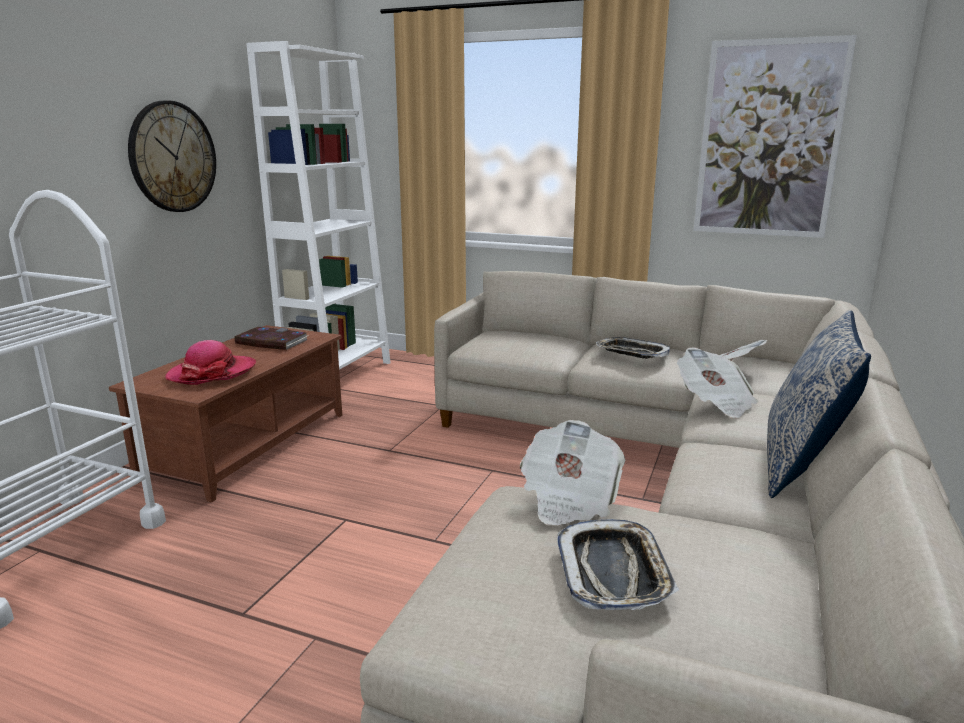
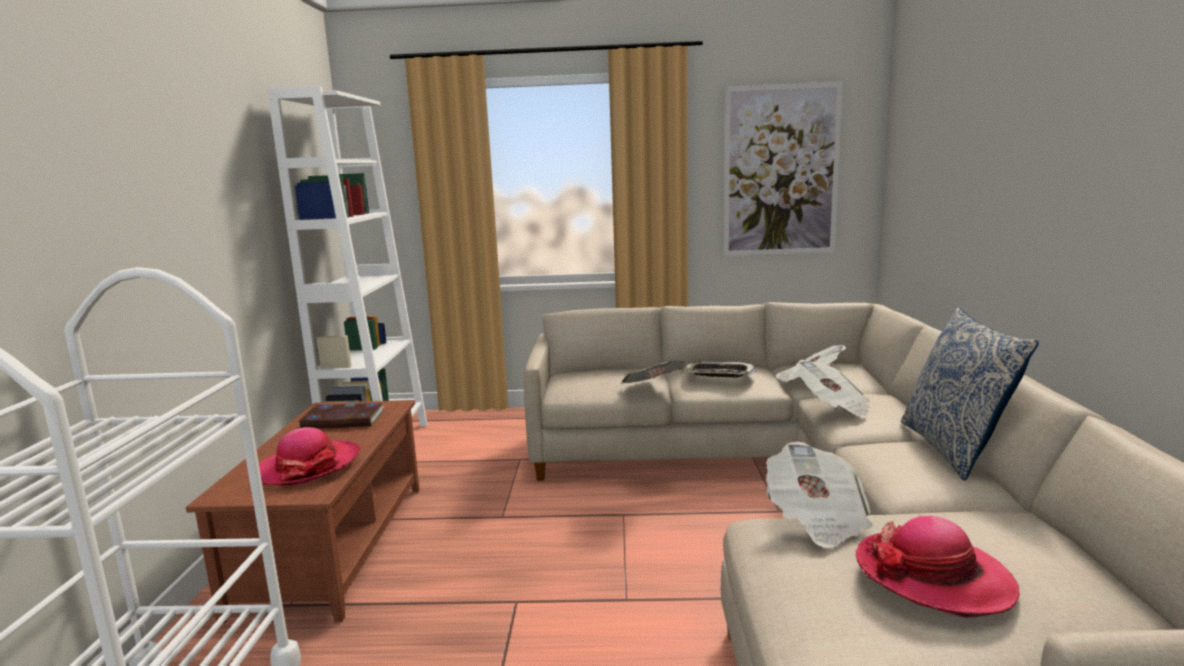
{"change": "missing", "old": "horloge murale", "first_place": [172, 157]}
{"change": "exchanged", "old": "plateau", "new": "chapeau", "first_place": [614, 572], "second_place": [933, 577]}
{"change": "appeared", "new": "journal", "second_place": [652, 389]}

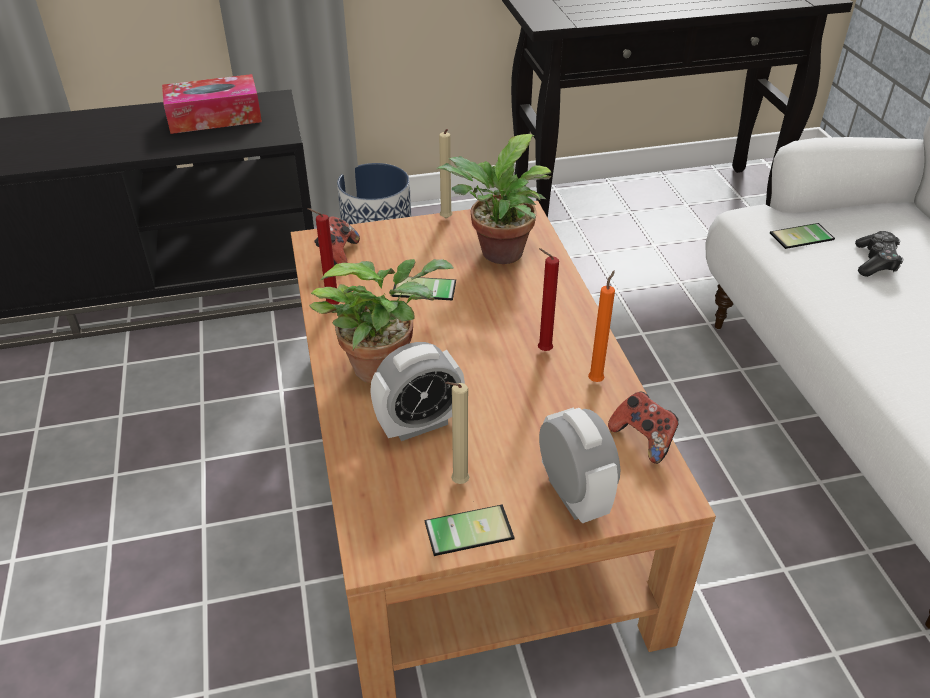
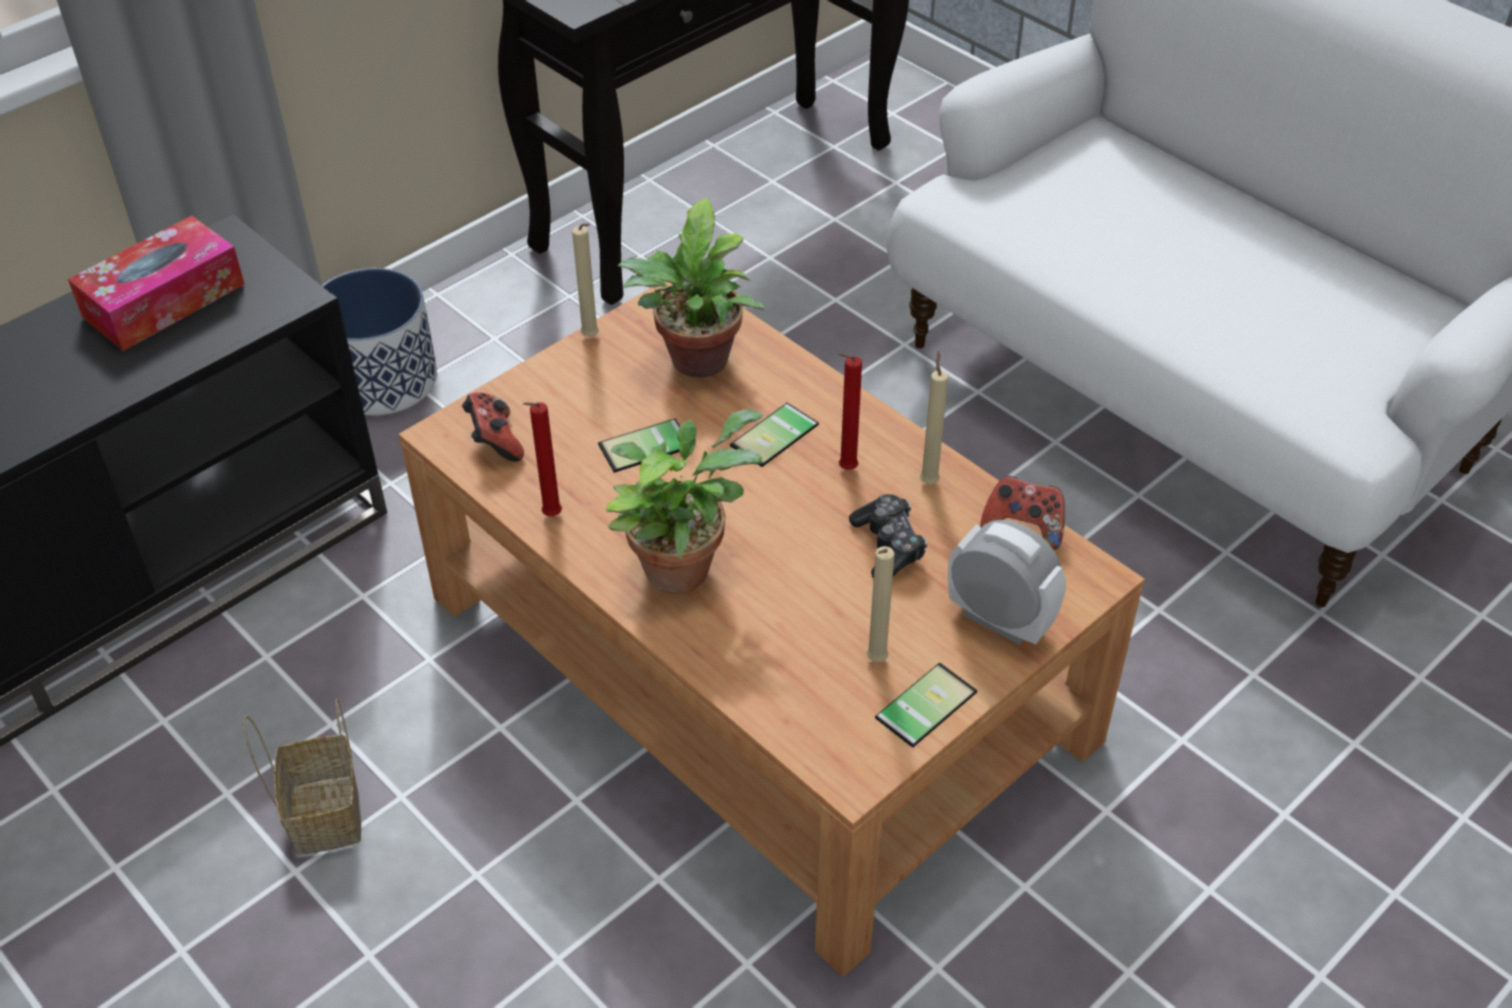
{"change": "missing", "old": "réveil", "first_place": [419, 424]}
{"change": "colour", "old": "bougie [orange]", "new": "bougie [beige]", "first_place": [596, 380], "second_place": [929, 480]}
{"change": "relocated", "old": "téléphone", "first_place": [803, 238], "second_place": [778, 437]}
{"change": "relocated", "old": "manette", "first_place": [875, 262], "second_place": [888, 546]}
{"change": "appeared", "new": "panier", "second_place": [323, 812]}

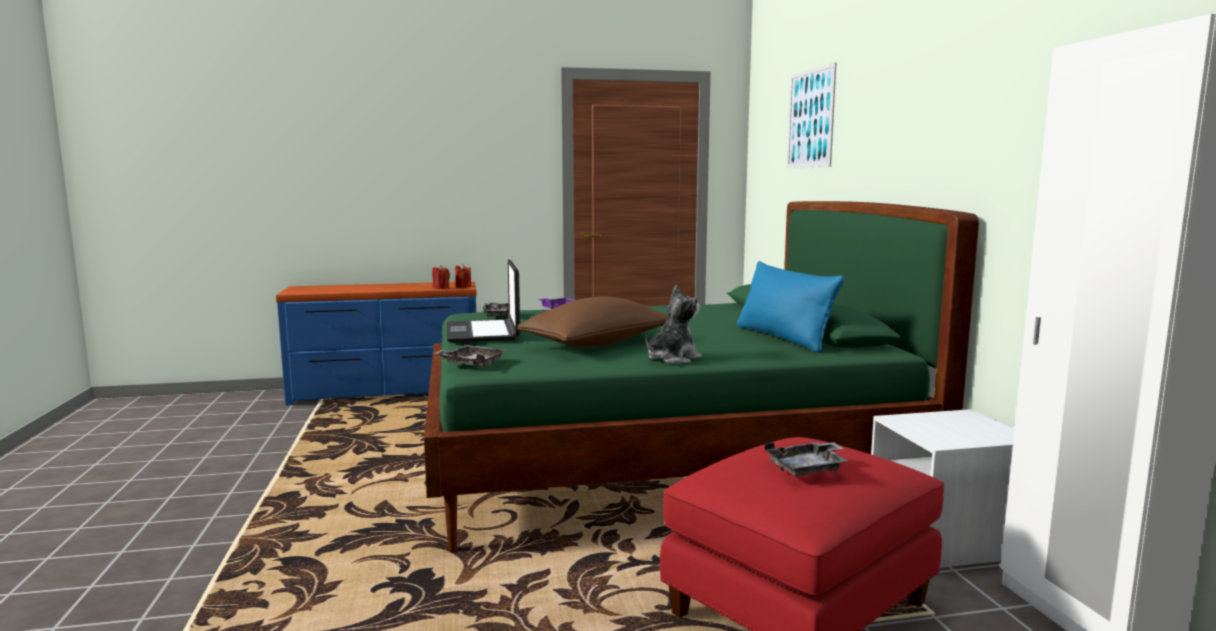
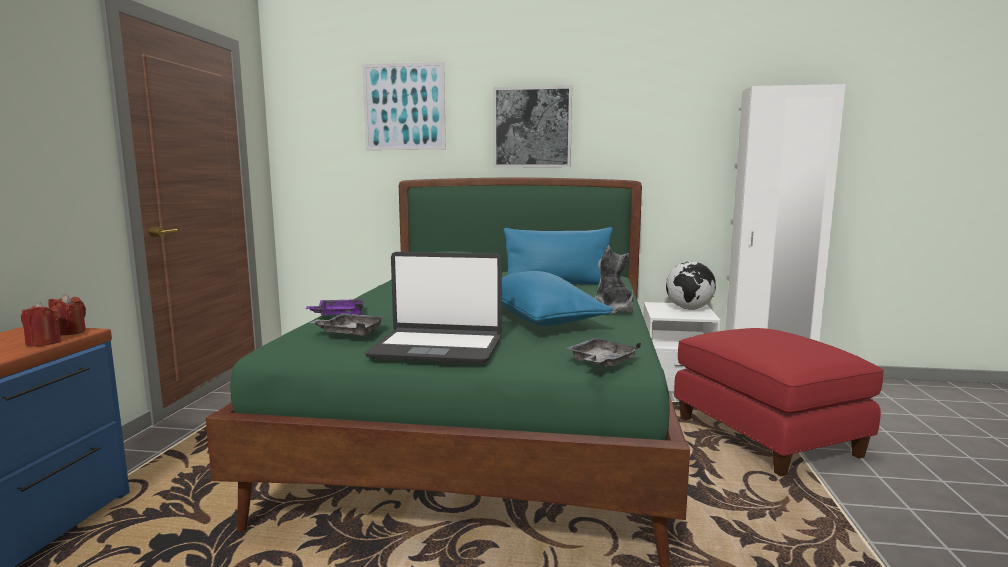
{"change": "colour", "old": "coussin [marron]", "new": "coussin [bleu]", "first_place": [598, 344], "second_place": [539, 320]}
{"change": "missing", "old": "plateau [gris]", "first_place": [808, 468]}
{"change": "appeared", "new": "tableau", "second_place": [532, 127]}
{"change": "appeared", "new": "globe", "second_place": [689, 309]}

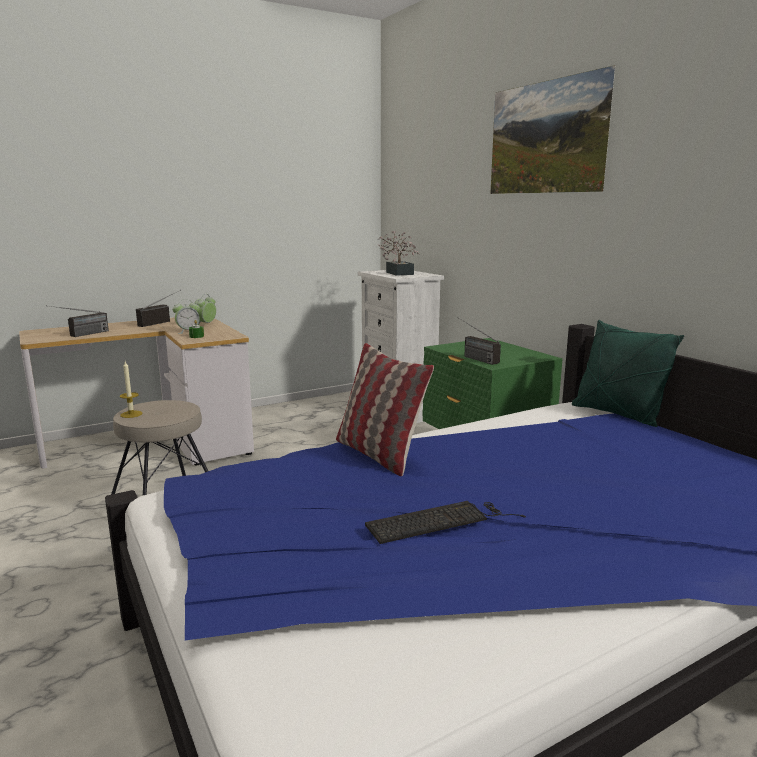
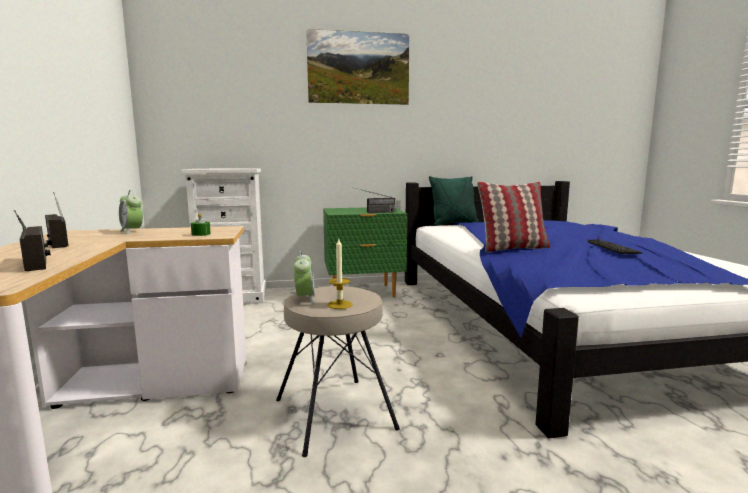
{"change": "relocated", "old": "réveil", "first_place": [188, 331], "second_place": [304, 298]}
{"change": "missing", "old": "plante en pot", "first_place": [398, 273]}

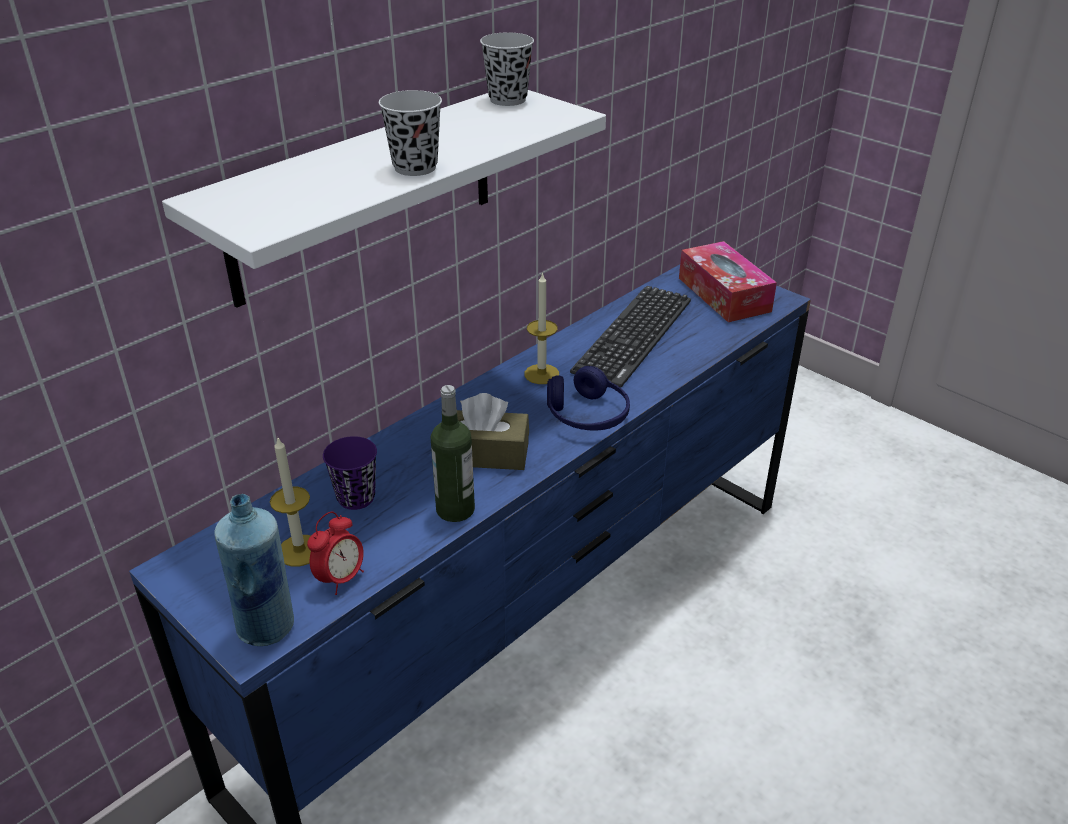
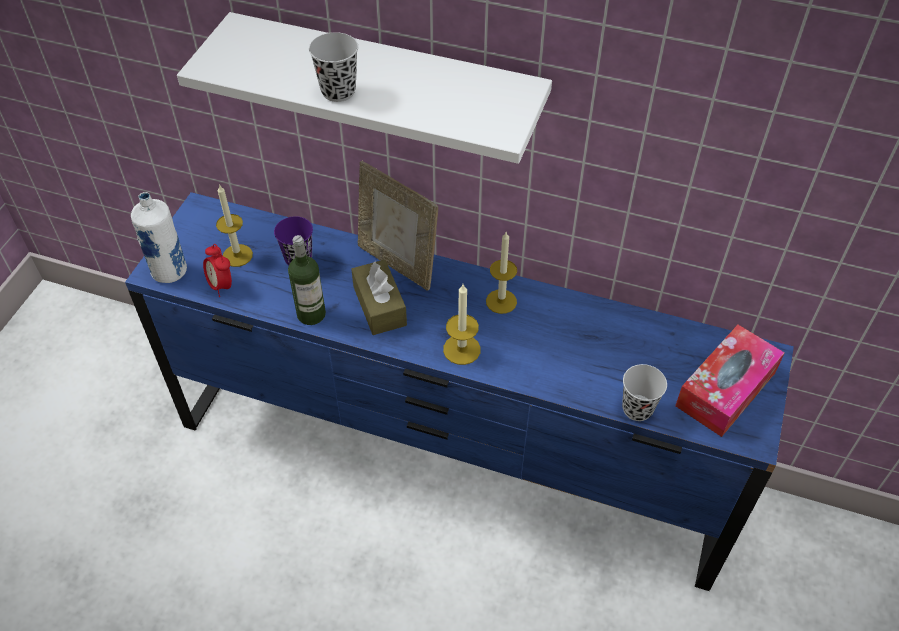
{"change": "colour", "old": "bouteille [bleu]", "new": "bouteille [blanc]", "first_place": [267, 627], "second_place": [170, 272]}
{"change": "spun", "old": "réveil", "first_place": [340, 578], "second_place": [221, 286], "degrees": 45}
{"change": "relocated", "old": "tasse [noir]", "first_place": [508, 99], "second_place": [637, 409]}
{"change": "exchanged", "old": "casque audio [bleu]", "new": "bougie", "first_place": [587, 415], "second_place": [461, 349]}
{"change": "missing", "old": "clavier", "first_place": [633, 336]}
{"change": "appeared", "new": "cadre photo", "second_place": [398, 263]}

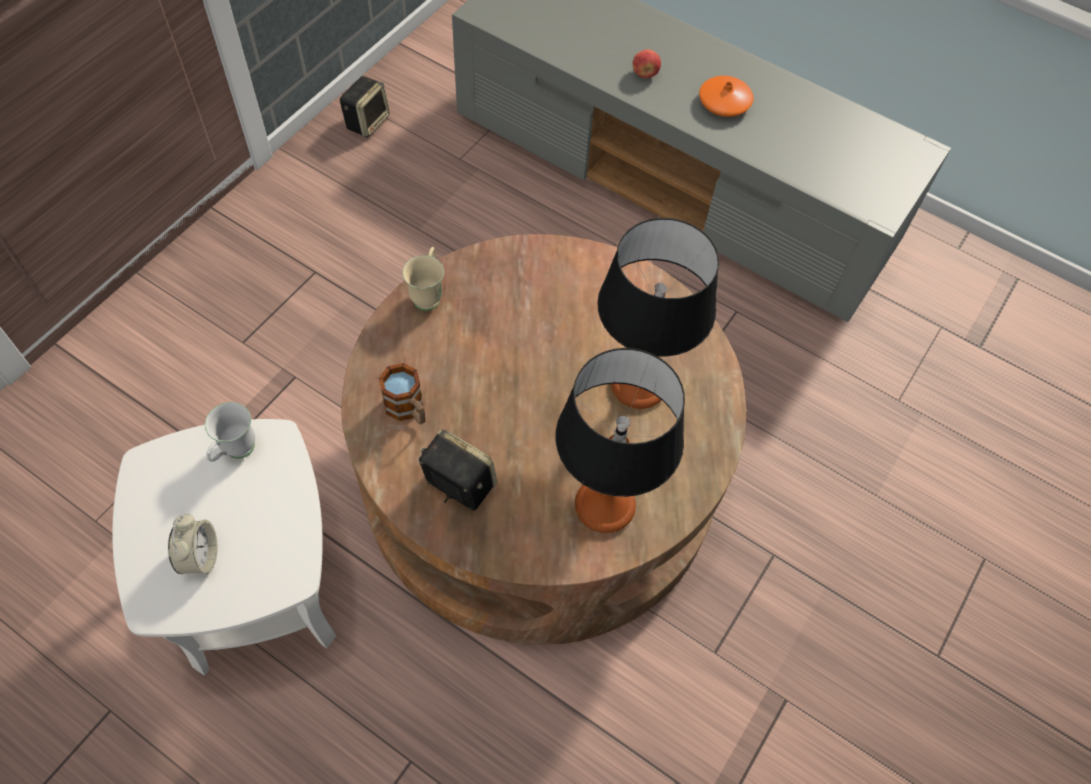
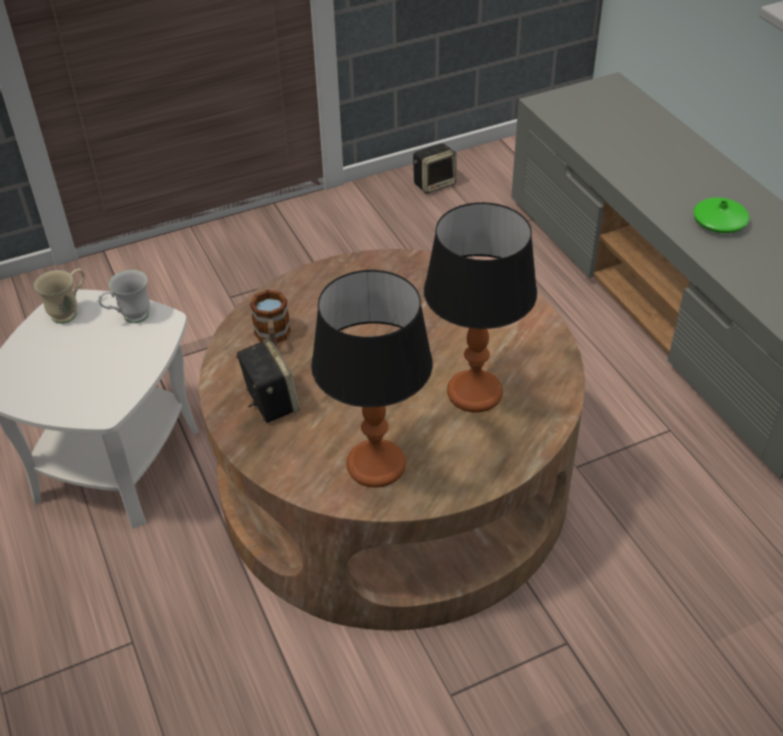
{"change": "missing", "old": "réveil", "first_place": [200, 557]}
{"change": "relocated", "old": "mug [beige]", "first_place": [428, 294], "second_place": [70, 312]}
{"change": "missing", "old": "pomme", "first_place": [645, 74]}
{"change": "colour", "old": "vase [orange]", "new": "vase [vert]", "first_place": [724, 103], "second_place": [719, 222]}

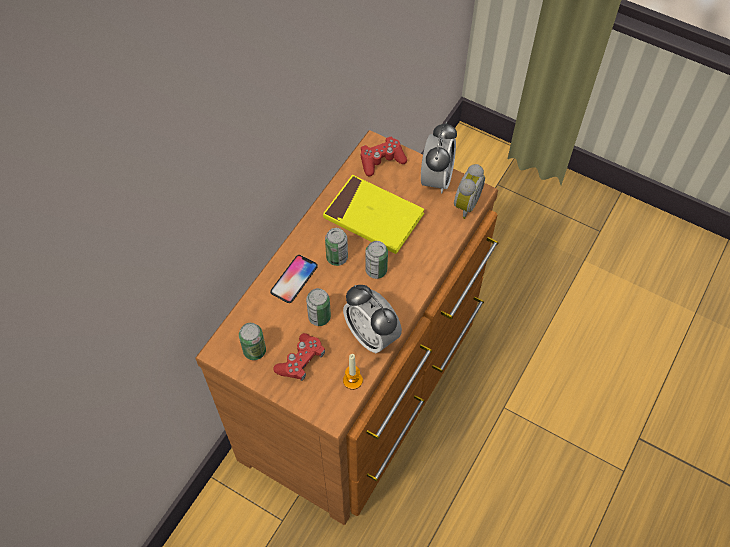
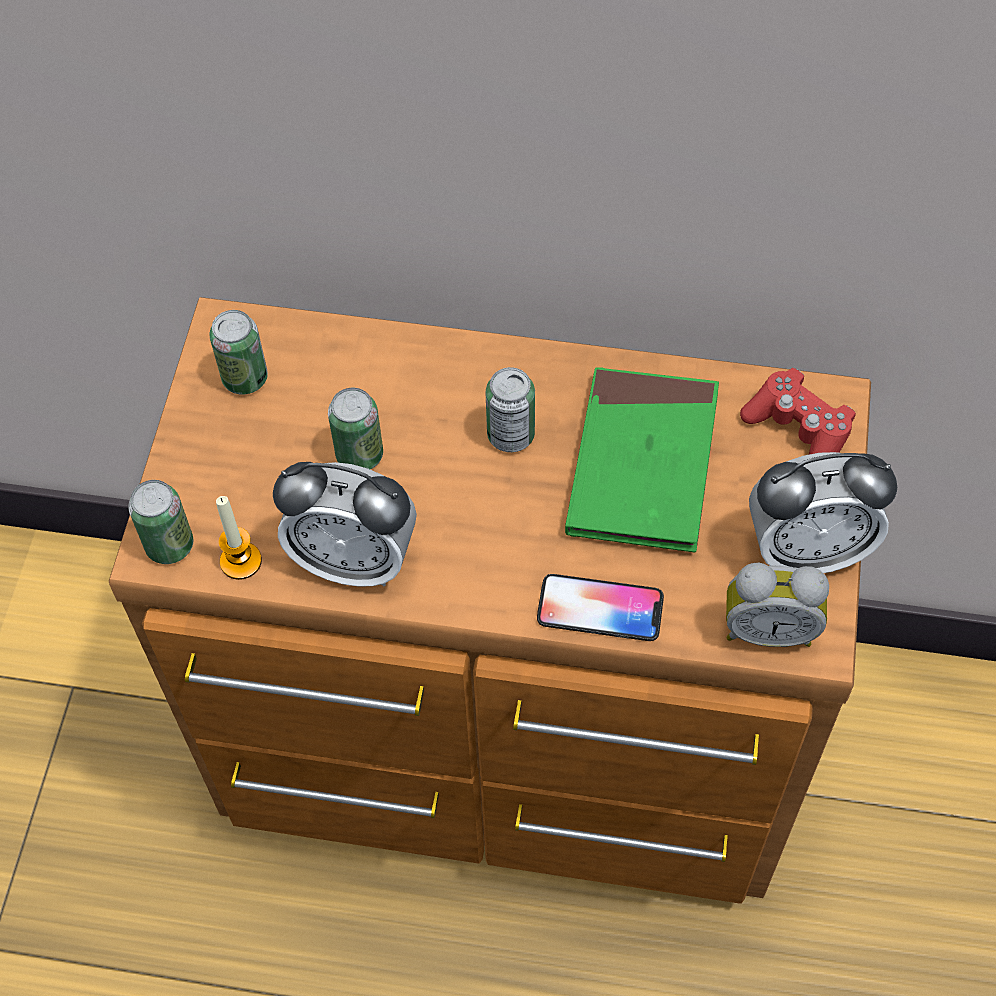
{"change": "relocated", "old": "téléphone", "first_place": [294, 279], "second_place": [600, 609]}
{"change": "missing", "old": "manette [rouge]", "first_place": [301, 361]}
{"change": "colour", "old": "livre [jaune]", "new": "livre [vert]", "first_place": [373, 217], "second_place": [643, 464]}
{"change": "spun", "old": "réveil", "first_place": [372, 336], "second_place": [354, 560], "degrees": -105}
{"change": "relocated", "old": "boîte métallique", "first_place": [376, 270], "second_place": [169, 545]}

